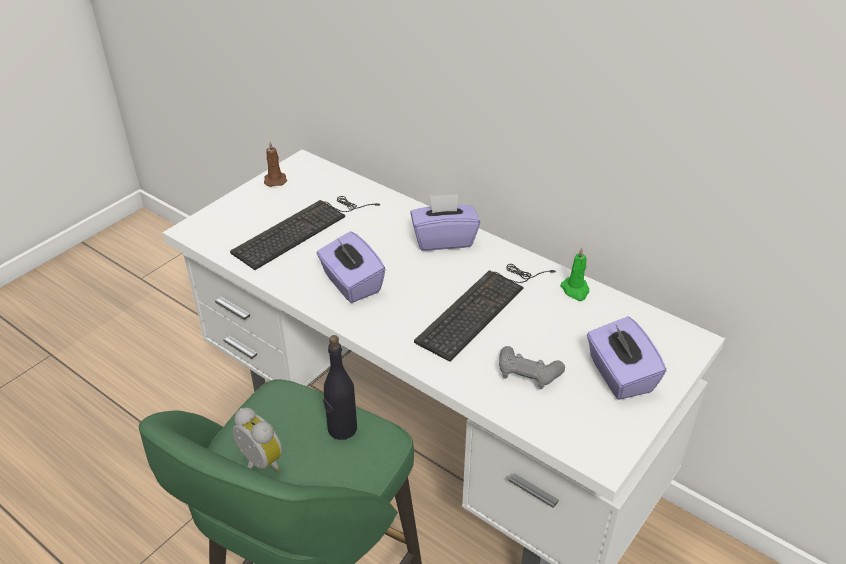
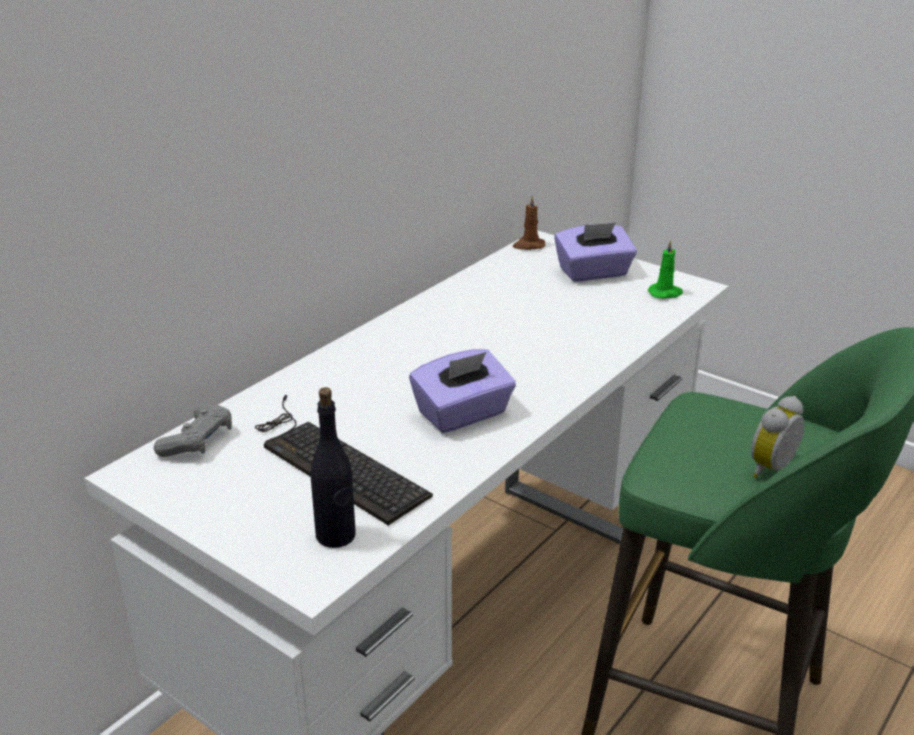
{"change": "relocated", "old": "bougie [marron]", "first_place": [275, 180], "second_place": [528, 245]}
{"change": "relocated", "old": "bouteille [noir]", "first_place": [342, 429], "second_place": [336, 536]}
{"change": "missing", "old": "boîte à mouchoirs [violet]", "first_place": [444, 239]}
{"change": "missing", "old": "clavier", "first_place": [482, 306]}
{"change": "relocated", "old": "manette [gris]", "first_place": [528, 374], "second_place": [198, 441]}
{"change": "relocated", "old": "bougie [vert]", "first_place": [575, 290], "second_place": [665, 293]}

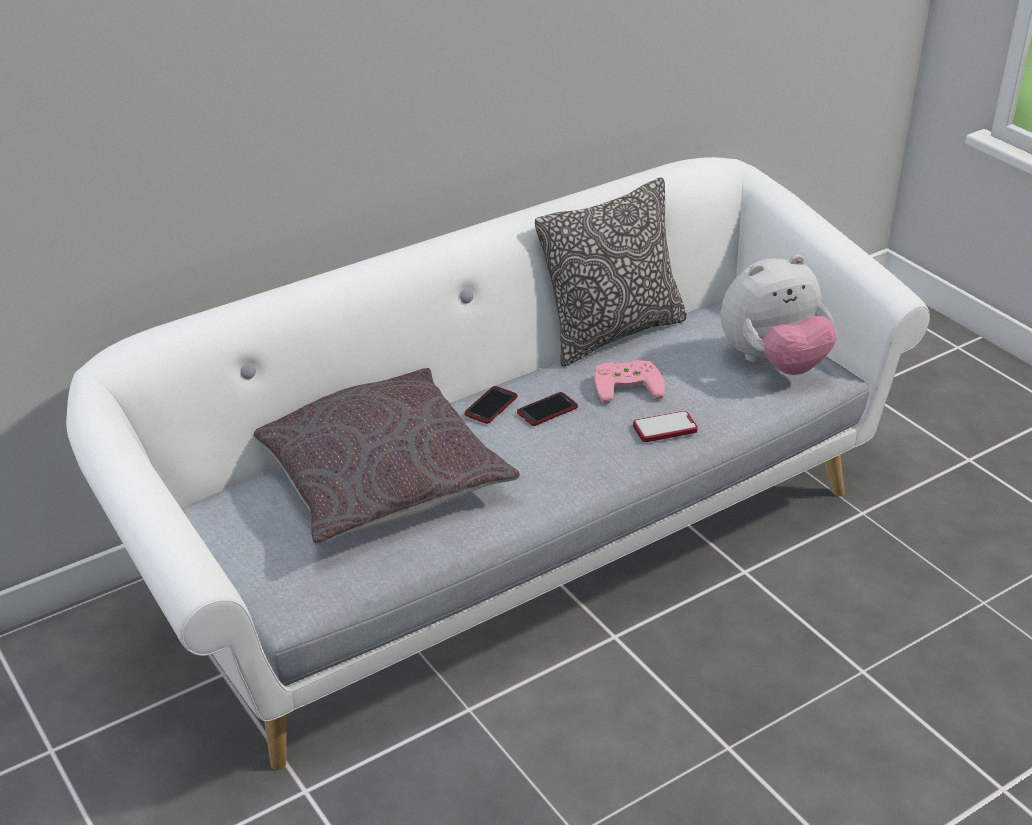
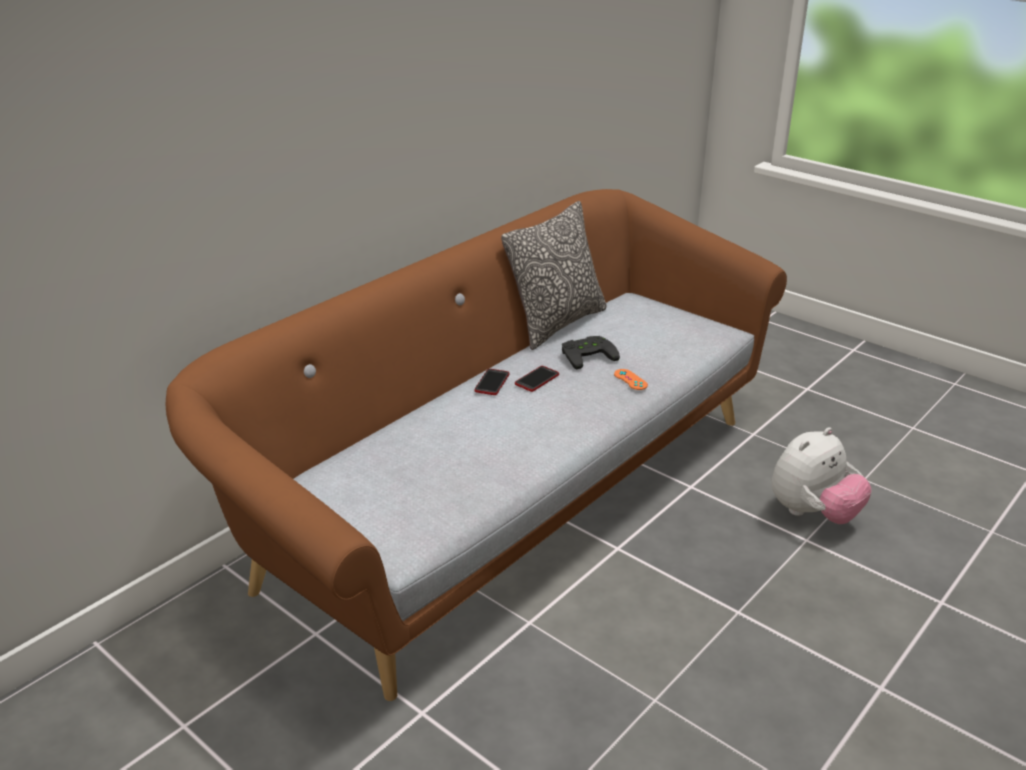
{"change": "colour", "old": "canapé [blanc]", "new": "canapé [marron]", "first_place": [515, 542], "second_place": [512, 494]}
{"change": "missing", "old": "coussin [gris]", "first_place": [378, 475]}
{"change": "colour", "old": "manette [rose]", "new": "manette [noir]", "first_place": [627, 384], "second_place": [587, 354]}
{"change": "exchanged", "old": "téléphone", "new": "manette [orange]", "first_place": [665, 428], "second_place": [630, 380]}
{"change": "relocated", "old": "peluche", "first_place": [773, 363], "second_place": [813, 514]}

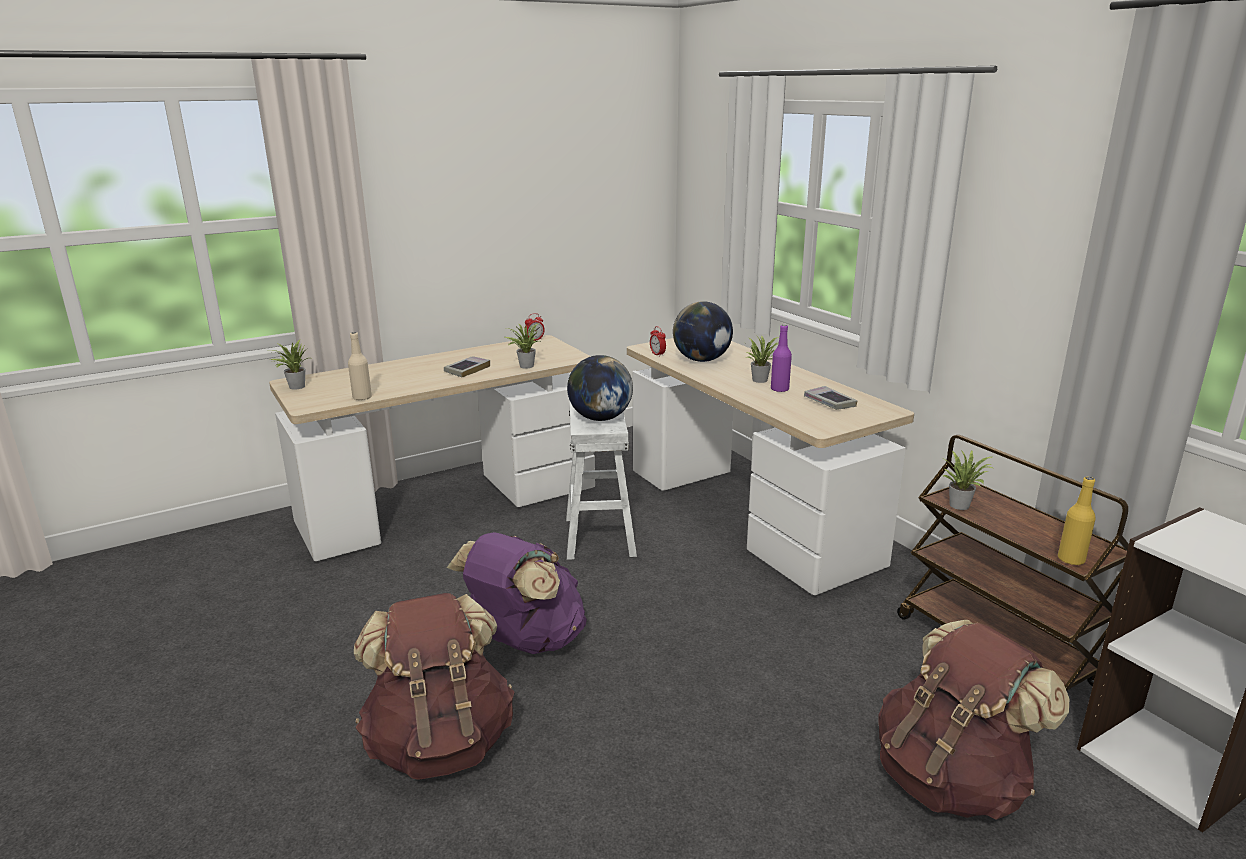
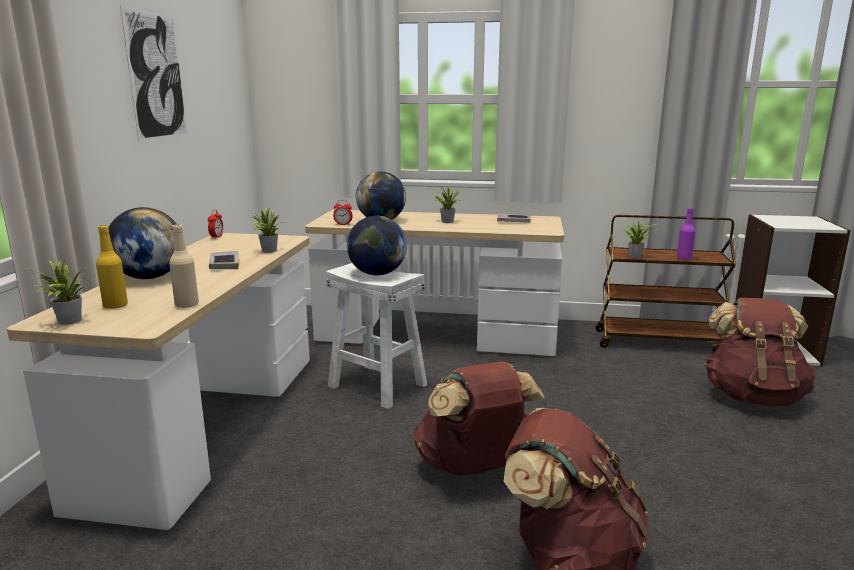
{"change": "colour", "old": "sac à dos [violet]", "new": "sac à dos [marron]", "first_place": [524, 641], "second_place": [474, 467]}
{"change": "relocated", "old": "bouteille [violet]", "first_place": [779, 389], "second_place": [684, 258]}
{"change": "relocated", "old": "bouteille [jaune]", "first_place": [1071, 559], "second_place": [115, 306]}
{"change": "appeared", "new": "globe", "second_place": [149, 277]}
{"change": "appeared", "new": "tableau", "second_place": [157, 76]}

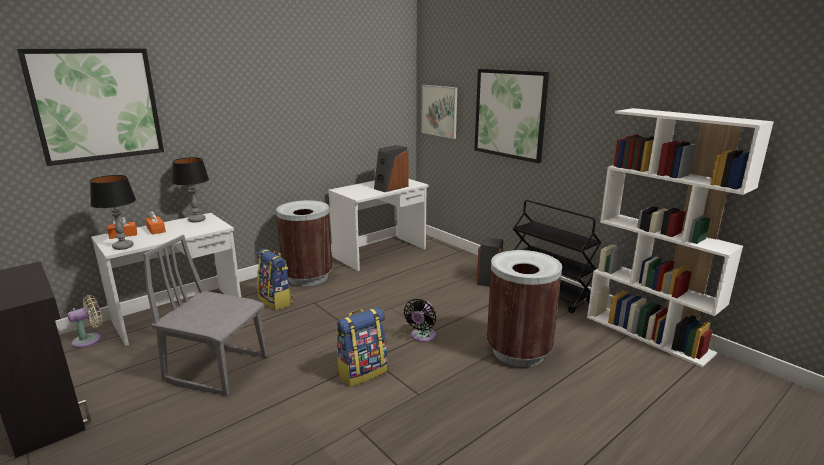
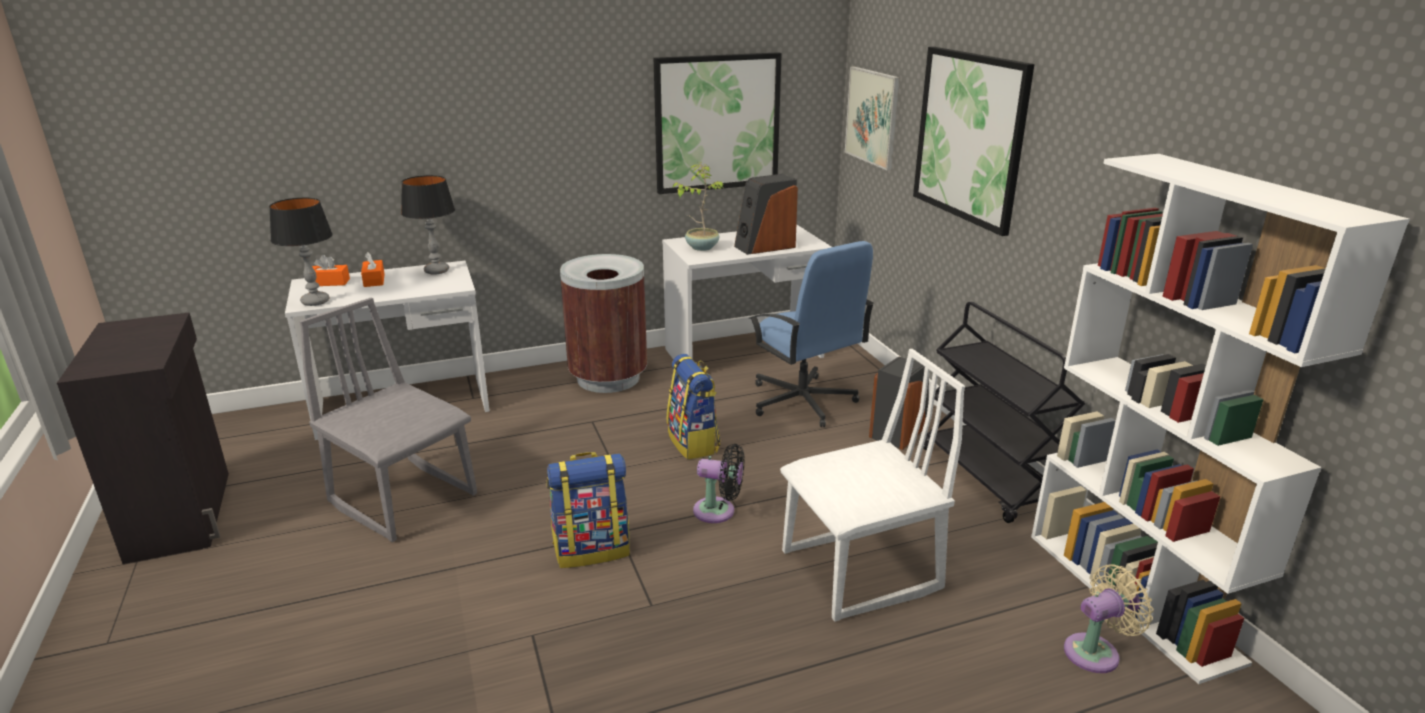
{"change": "relocated", "old": "tableau", "first_place": [97, 105], "second_place": [717, 123]}
{"change": "relocated", "old": "ventilateur [beige]", "first_place": [90, 340], "second_place": [1096, 652]}
{"change": "relocated", "old": "sac à dos", "first_place": [276, 301], "second_place": [694, 443]}
{"change": "spun", "old": "ventilateur [noir]", "first_place": [422, 336], "second_place": [718, 511], "degrees": -120}
{"change": "exchanged", "old": "poubelle [marron]", "new": "chaise [blanc]", "first_place": [519, 351], "second_place": [861, 572]}
{"change": "appeared", "new": "plante en pot", "second_place": [701, 247]}
{"change": "appeared", "new": "chaise de bureau [bleu]", "second_place": [802, 402]}

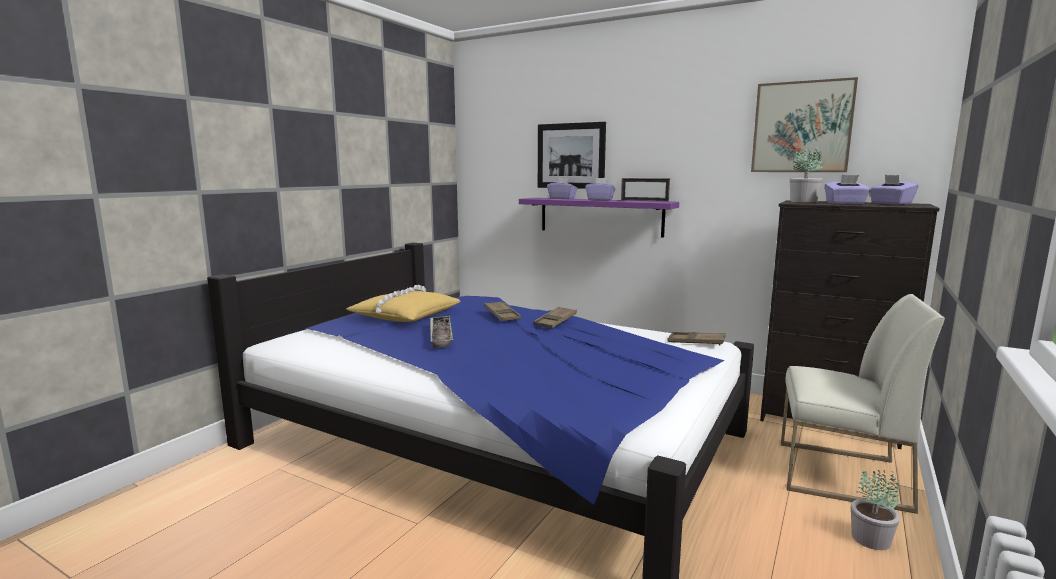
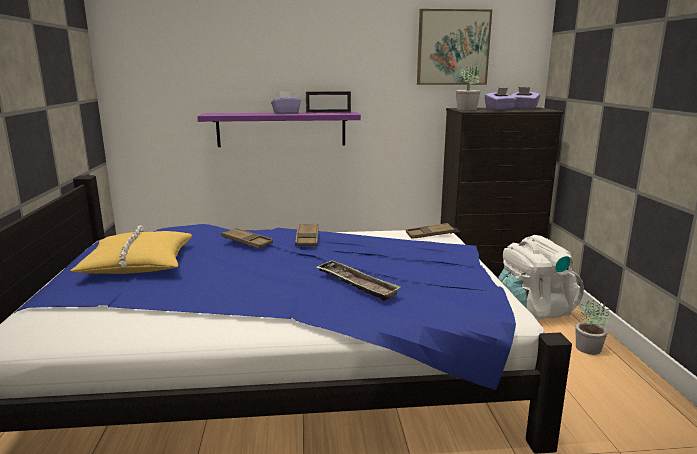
{"change": "relocated", "old": "plateau", "first_place": [441, 335], "second_place": [356, 284]}
{"change": "missing", "old": "tableau", "first_place": [570, 156]}
{"change": "missing", "old": "boîte à mouchoirs [violet]", "first_place": [562, 198]}
{"change": "exchanged", "old": "chaise [blanc]", "new": "sac à dos [blanc]", "first_place": [840, 475], "second_place": [532, 311]}

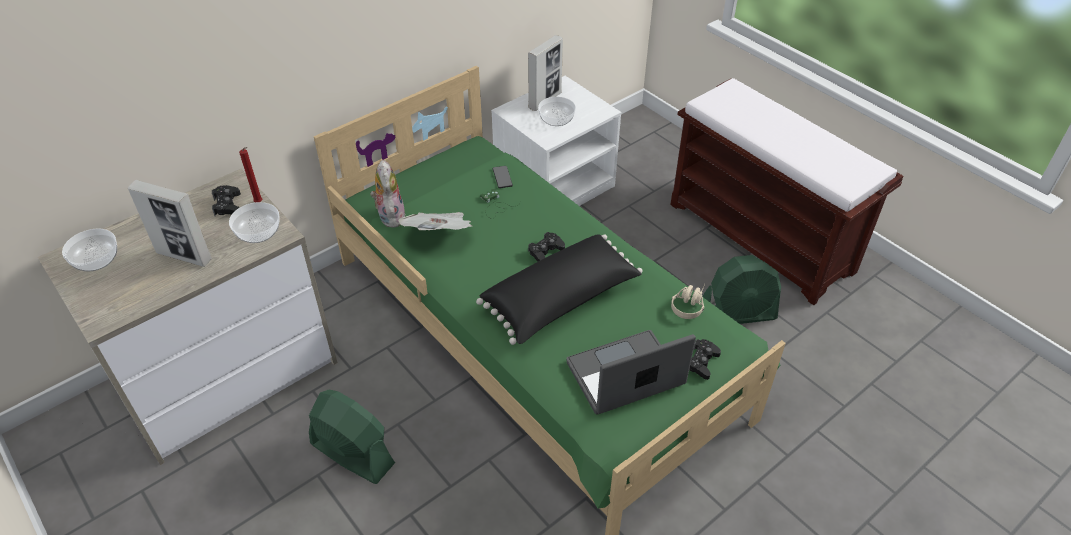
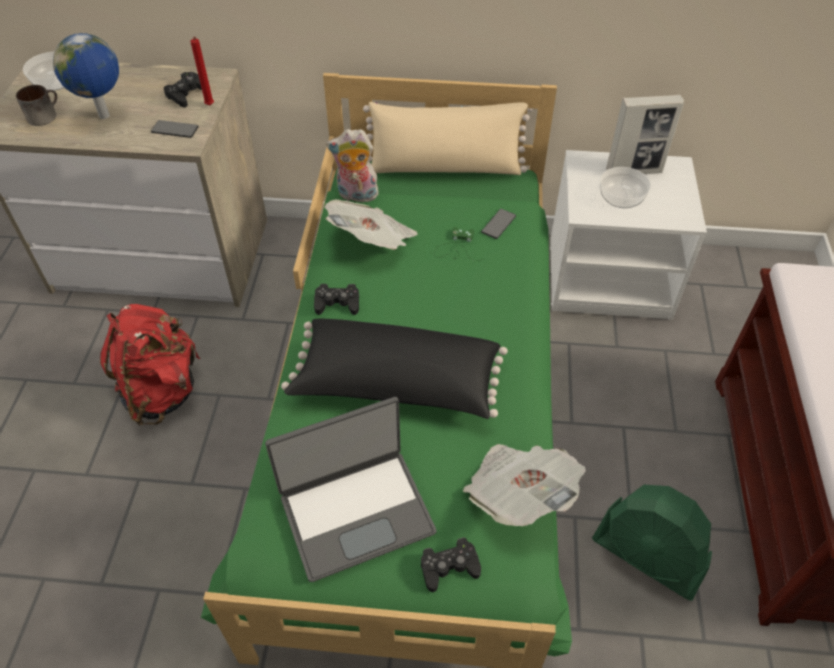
{"change": "exchanged", "old": "cadre photo", "new": "globe", "first_place": [184, 256], "second_place": [105, 116]}
{"change": "exchanged", "old": "bol", "new": "téléphone", "first_place": [257, 232], "second_place": [175, 130]}
{"change": "exchanged", "old": "ventilateur [vert]", "new": "sac à dos [rouge]", "first_place": [352, 453], "second_place": [162, 391]}
{"change": "spun", "old": "peluche", "first_place": [389, 215], "second_place": [356, 195], "degrees": -120}
{"change": "relocated", "old": "manette [noir]", "first_place": [545, 251], "second_place": [337, 303]}
{"change": "spun", "old": "ordinateur portable", "first_place": [625, 376], "second_place": [356, 512], "degrees": 135}
{"change": "exchanged", "old": "casque audio [beige]", "new": "journal", "first_place": [689, 304], "second_place": [518, 493]}
{"change": "appeared", "new": "mug", "second_place": [44, 115]}
{"change": "appeared", "new": "coussin [beige]", "second_place": [445, 168]}

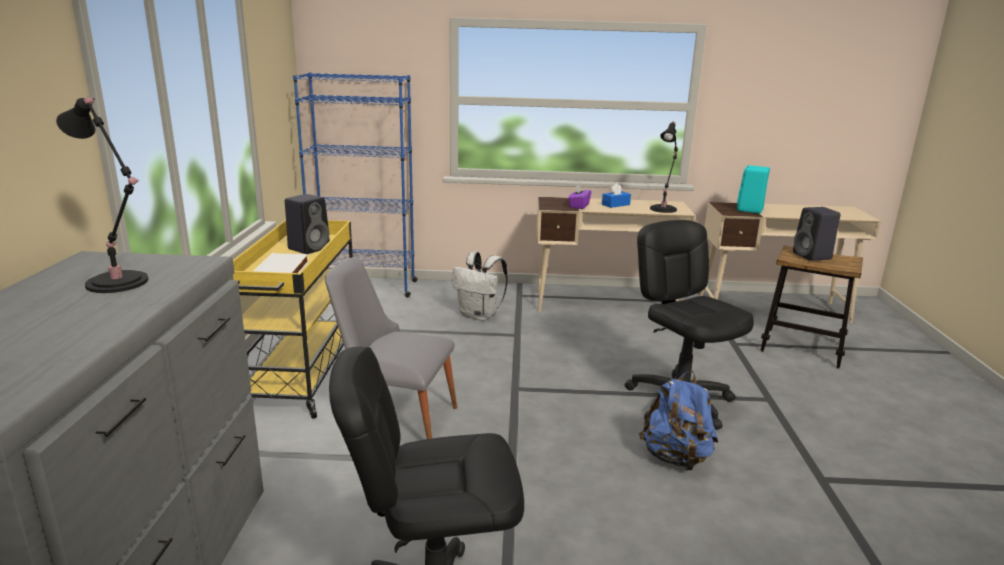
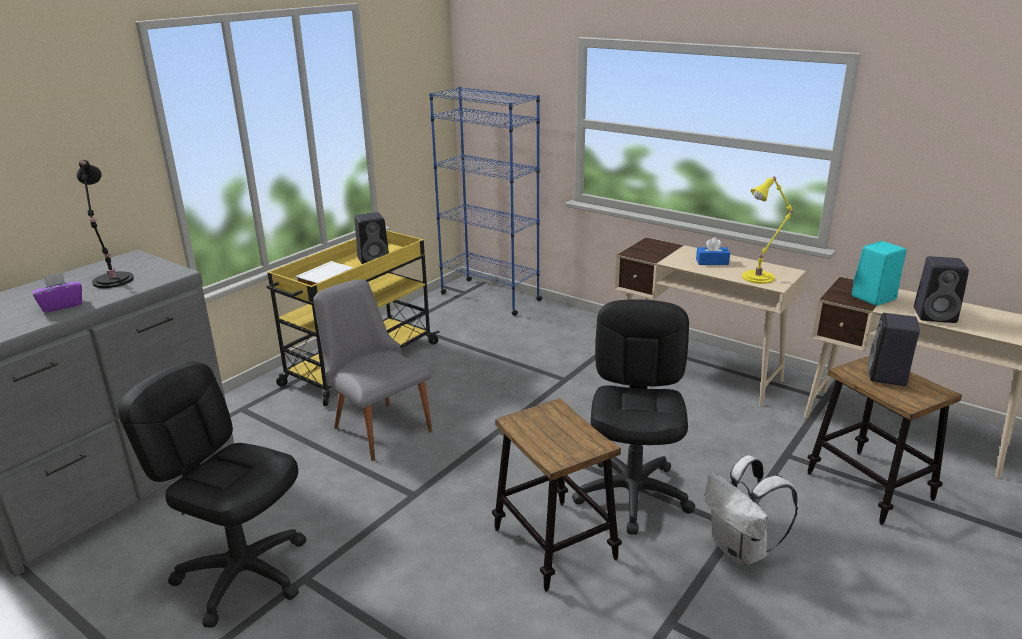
{"change": "relocated", "old": "sac à dos [blanc]", "first_place": [479, 315], "second_place": [741, 550]}
{"change": "relocated", "old": "boîte à mouchoirs [violet]", "first_place": [579, 206], "second_place": [61, 305]}
{"change": "exchanged", "old": "sac à dos [bleu]", "new": "tabouret", "first_place": [676, 458], "second_place": [554, 544]}
{"change": "colour", "old": "lampe de table [noir]", "new": "lampe de table [jaune]", "first_place": [664, 208], "second_place": [760, 277]}
{"change": "appeared", "new": "enceinte [noir]", "second_place": [936, 315]}

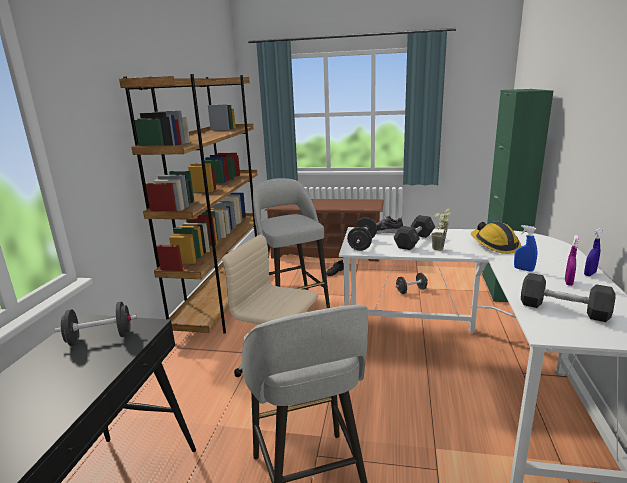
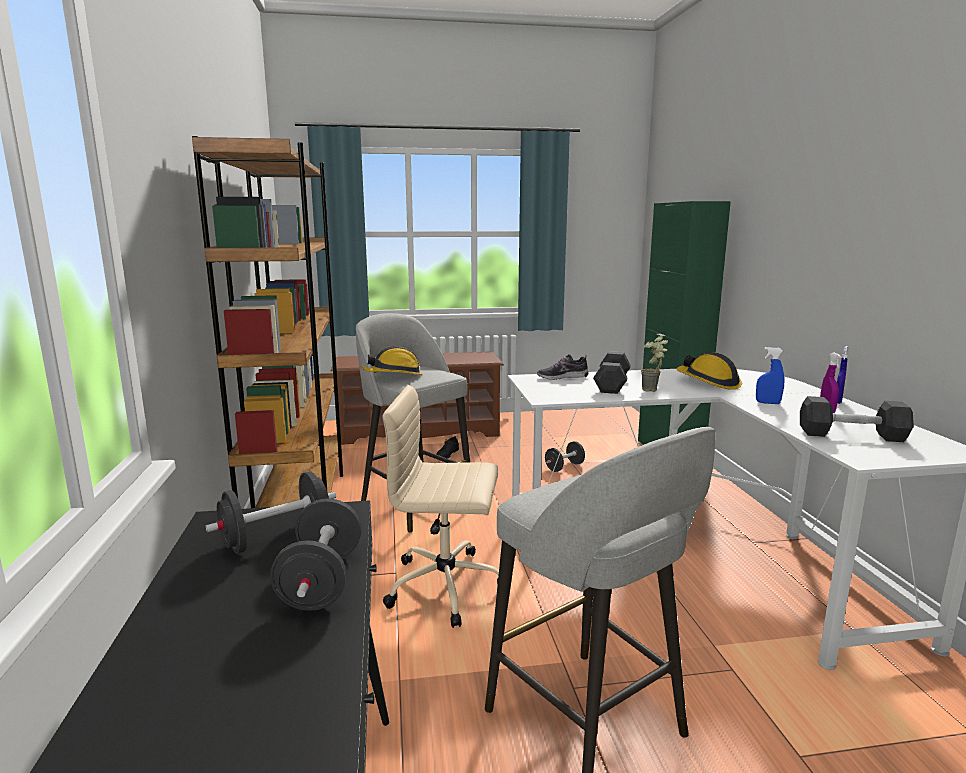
{"change": "relocated", "old": "haltère [noir]", "first_place": [362, 244], "second_place": [321, 581]}
{"change": "appeared", "new": "casque de chantier", "second_place": [393, 375]}

